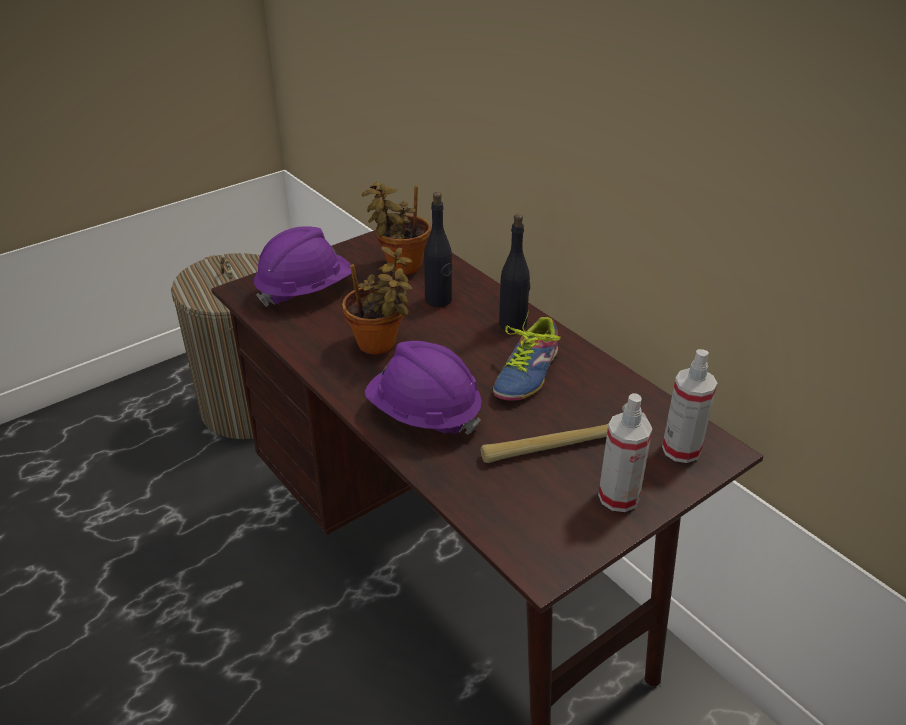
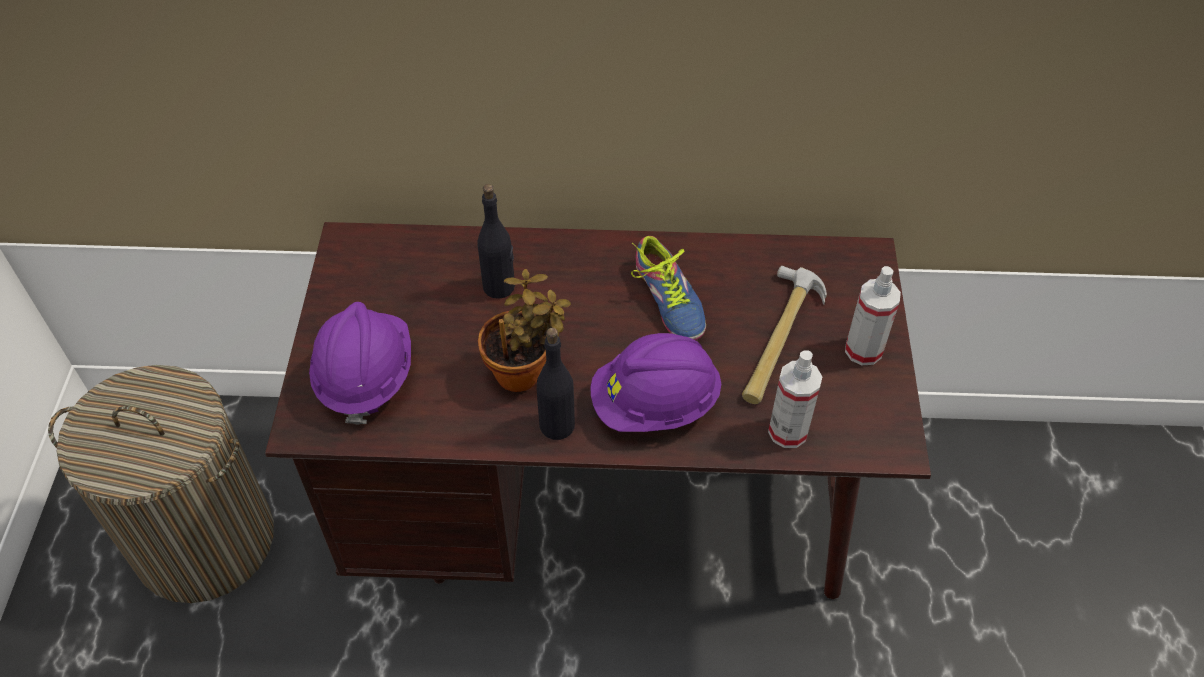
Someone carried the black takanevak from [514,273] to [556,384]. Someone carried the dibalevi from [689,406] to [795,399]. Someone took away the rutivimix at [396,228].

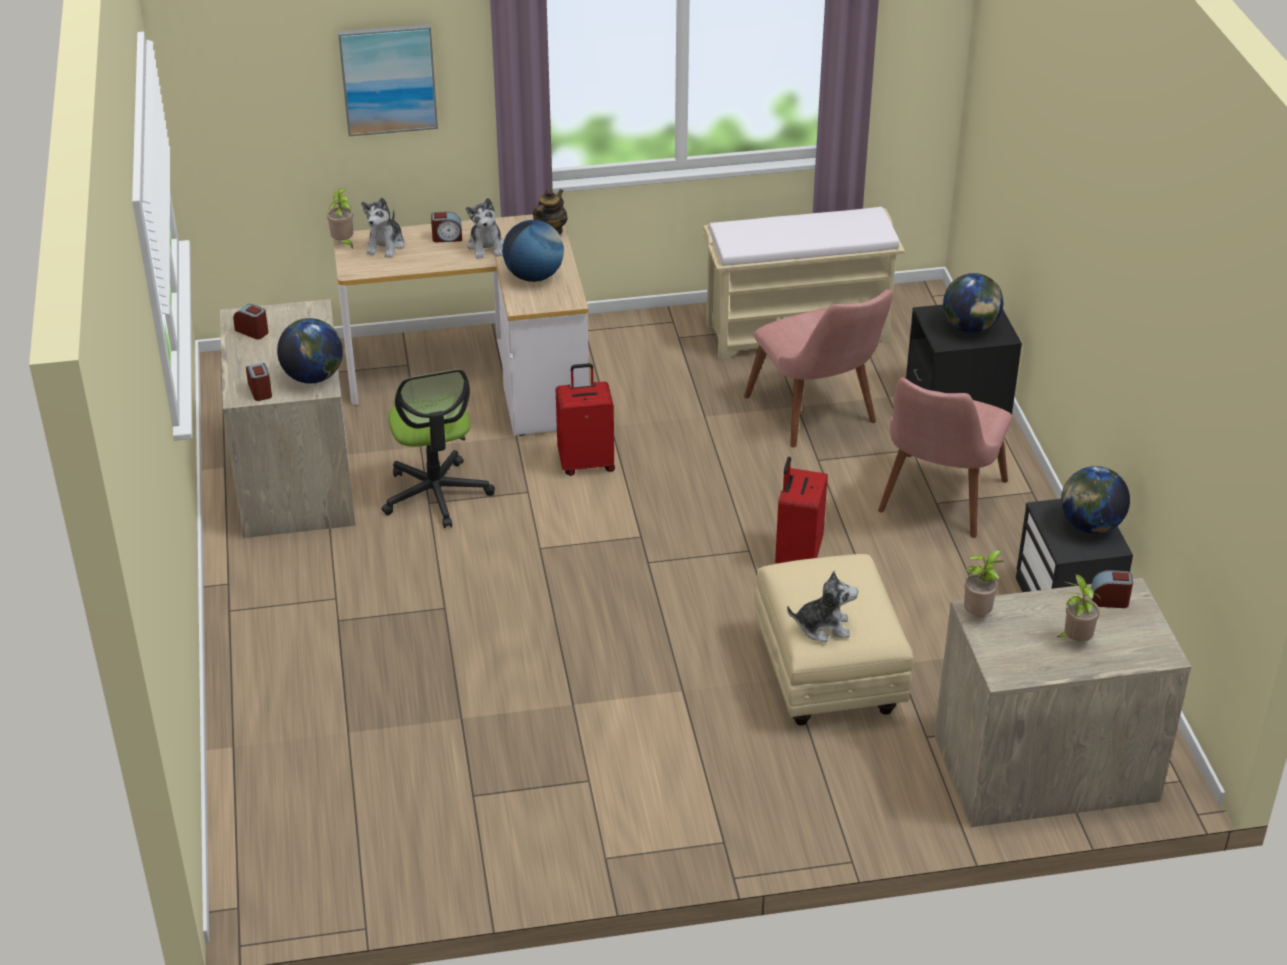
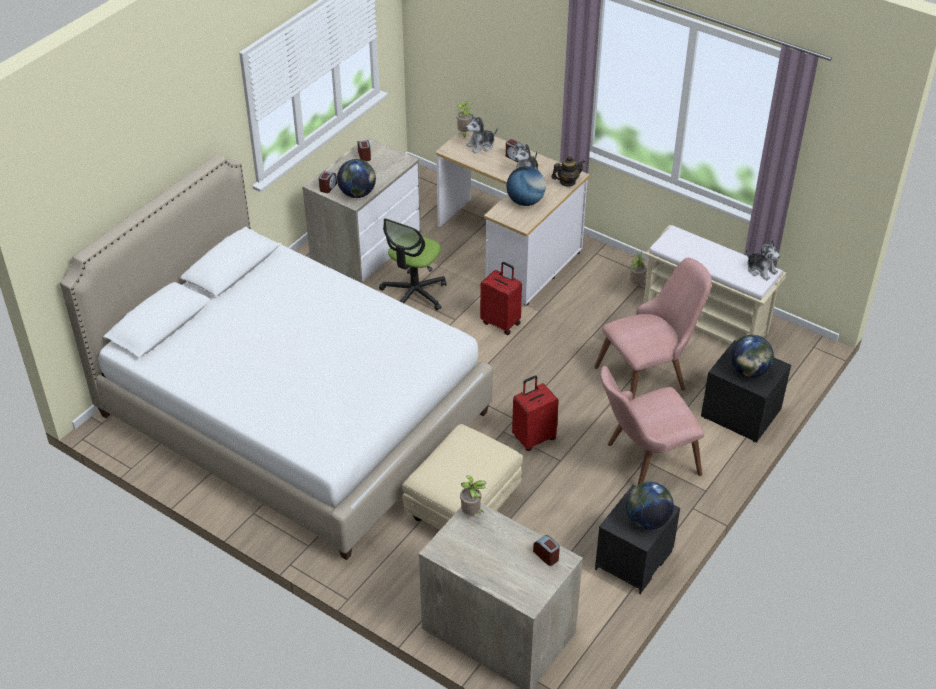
Someone put down the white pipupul at [276,357]. Someone rotated the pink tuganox at [818,368] by 135 degrees counterclockwise. Someone carried the rutivimix from [1079,608] to [638,267]. Someone carried the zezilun from [822,606] to [763,260]. Someone took away the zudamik at [388,80].

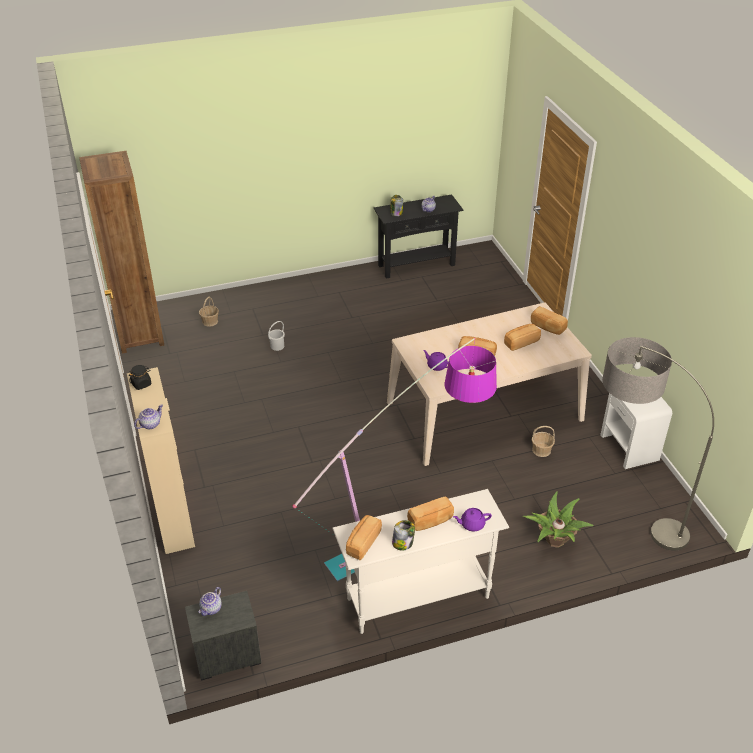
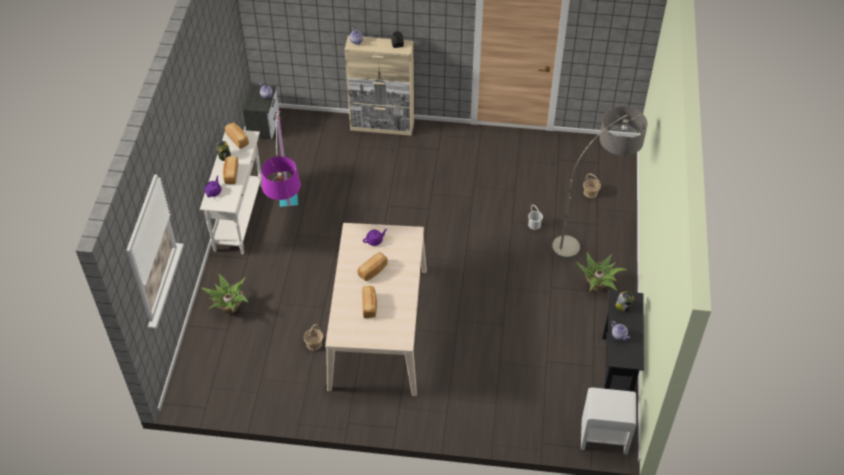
Someone carried the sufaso from [658,444] to [600,182]. Someone put down the rutivimix at [601,271]. Someone carried the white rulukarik from [636,431] to [608,421]. Someone took away the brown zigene at [121,252]. Someone took away the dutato at [549,320].

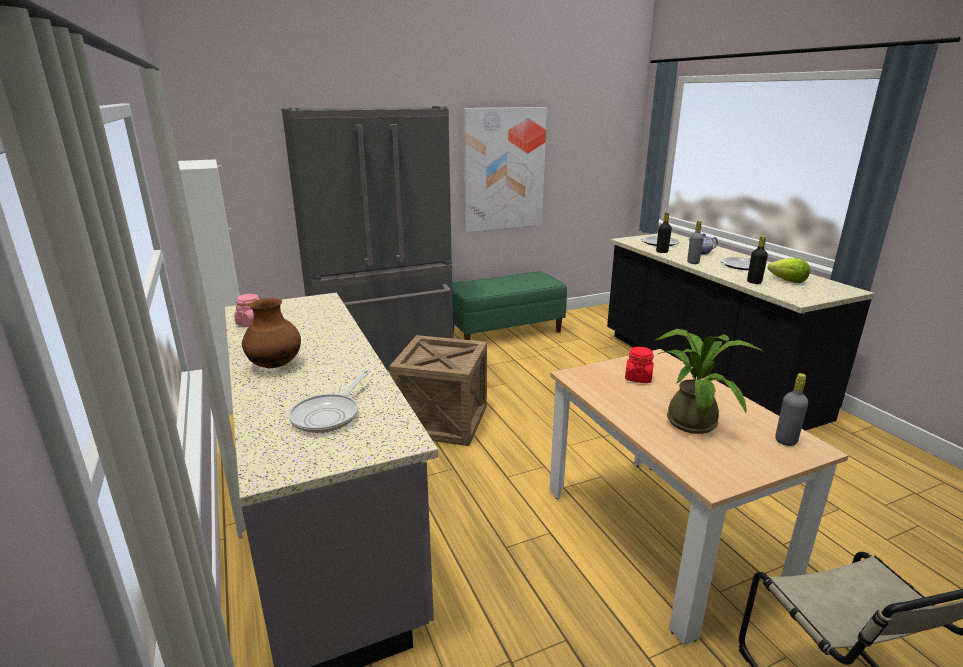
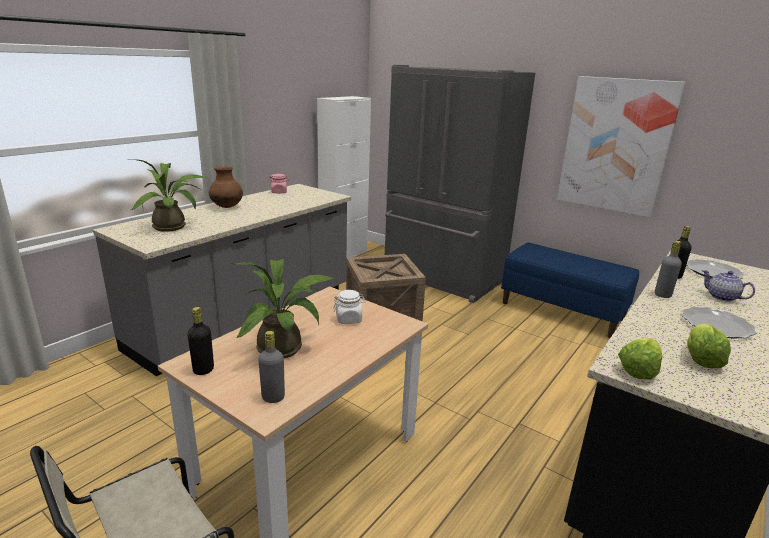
Someone swapped the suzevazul at [330,401] for the rutivimix at [167,195]. Someone carried the black takanevak from [757,260] to [201,341]. Someone repainted the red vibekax at [639,365], which became the white vibekax at [349,307]. Someone repainted the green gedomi at [509,305], which became the blue gedomi at [570,290]. Someone put down the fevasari at [640,358].

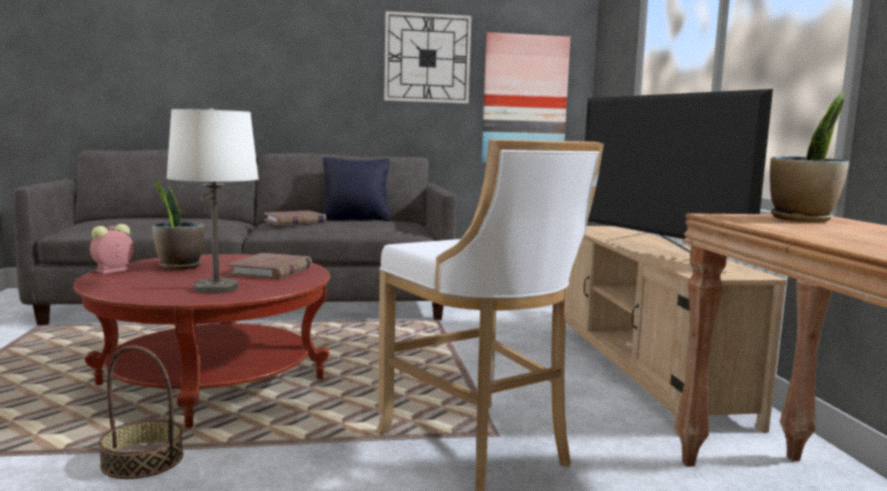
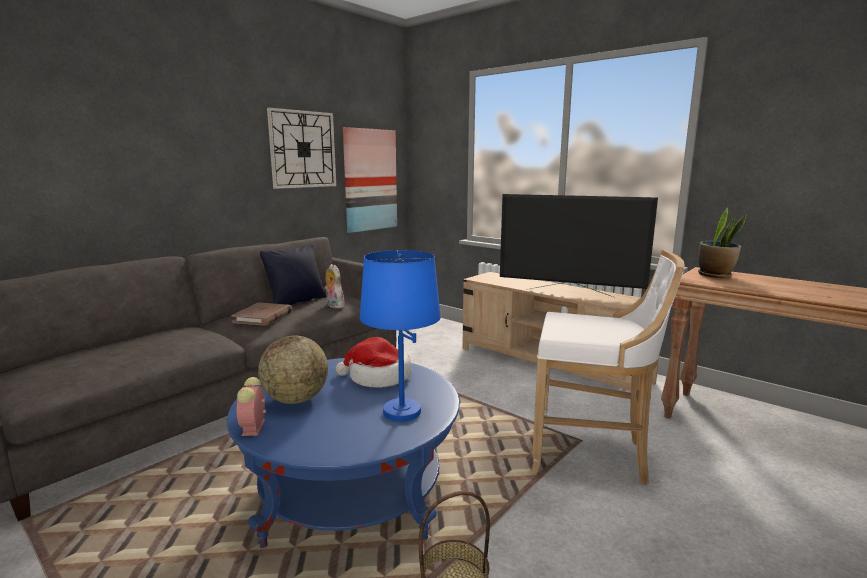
Someone repainted the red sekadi at [202,341], which became the blue sekadi at [343,453]. Someone swapped the rutivimix at [178,223] for the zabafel at [293,369]. Someone put down the zezilun at [334,286]. Someone swapped the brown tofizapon at [270,266] for the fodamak at [374,362]. Someone repainted the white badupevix at [212,201], which became the blue badupevix at [400,335].

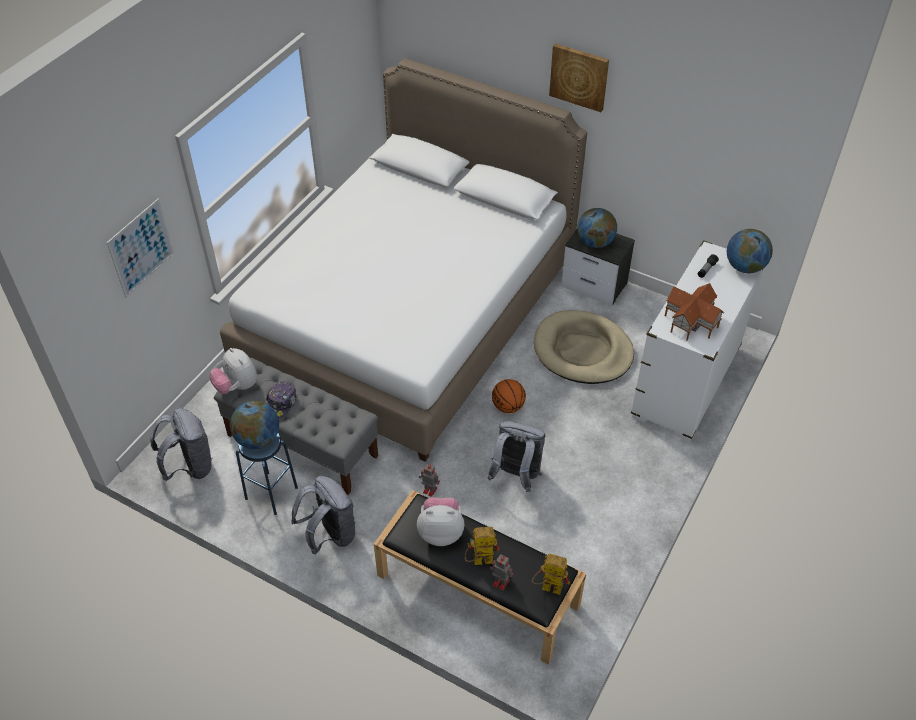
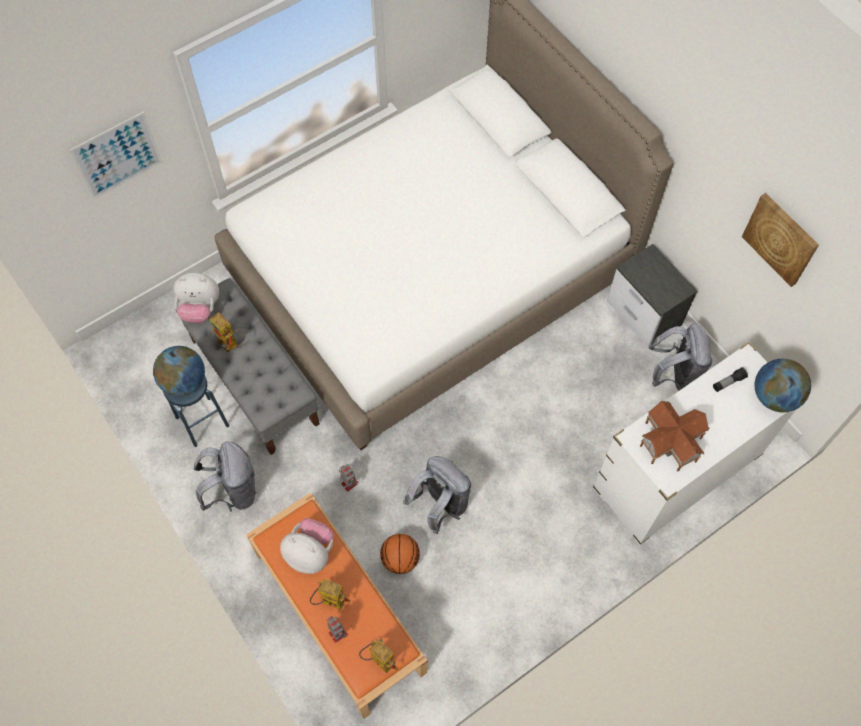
Someone rotated the zezilun at [234,371] by 75 degrees counterclockwise. Someone swapped the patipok at [281,399] for the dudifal at [227,332]. Someone repainted the black gedomi at [480,577], which became the orange gedomi at [337,605]. Someone carried the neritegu from [509,396] to [400,554]. Someone carried the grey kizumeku from [181,444] to [680,357]. Someone carried the zudamik from [579,77] to [780,240]. Someone took away the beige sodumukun at [584,347]. Someone took away the zabafel at [597,228].

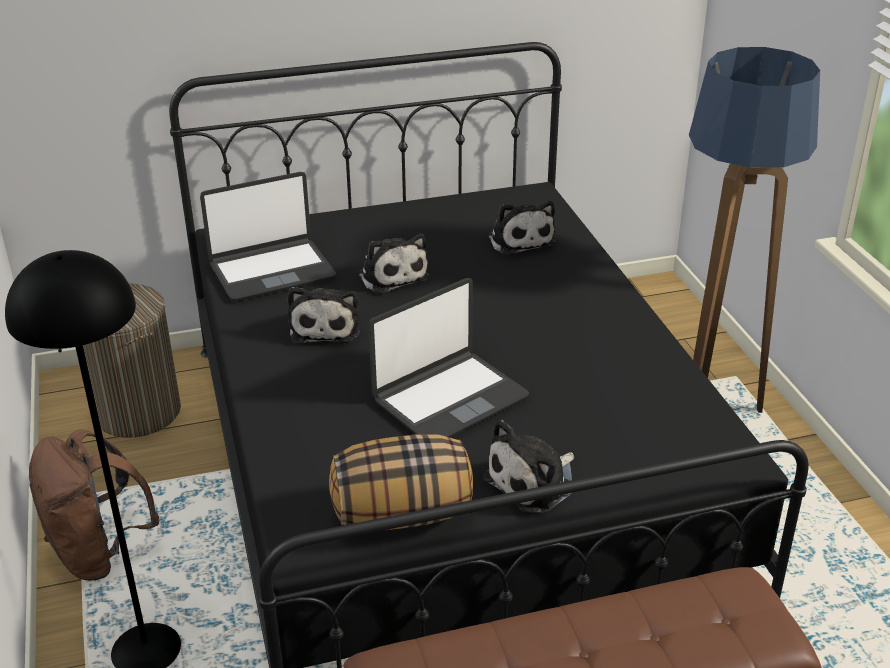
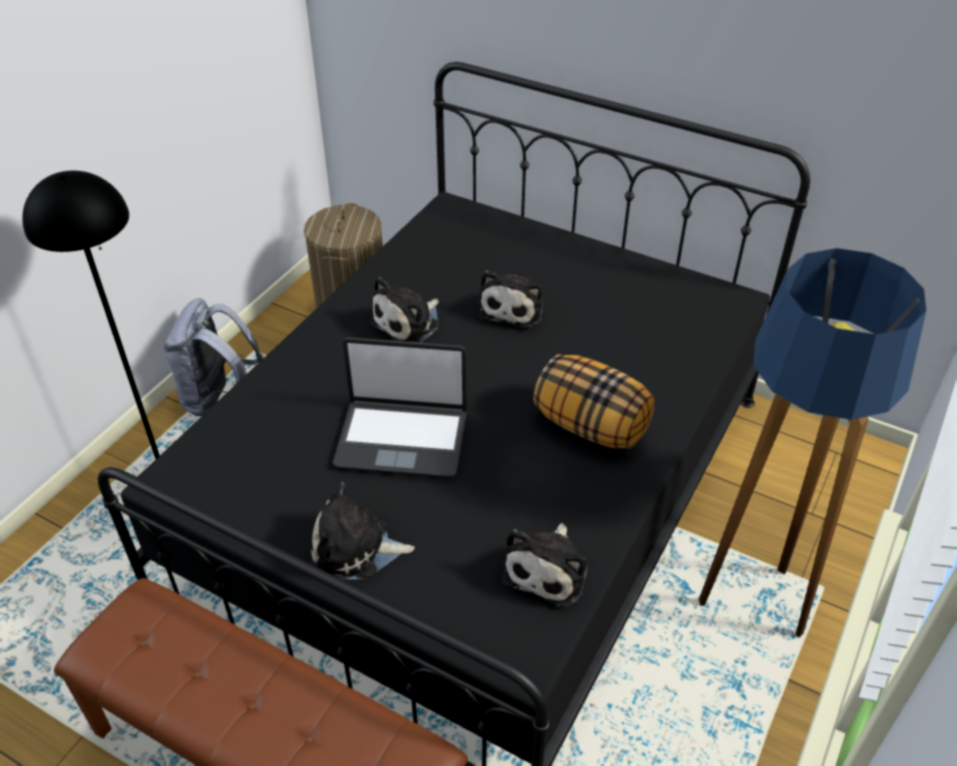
Someone repainted the brown kizumeku at [94,504], which became the grey kizumeku at [213,357]. Someone carried the zezilun from [521,228] to [545,565]. Someone carried the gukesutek from [401,482] to [594,401]. Someone took away the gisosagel at [268,237].

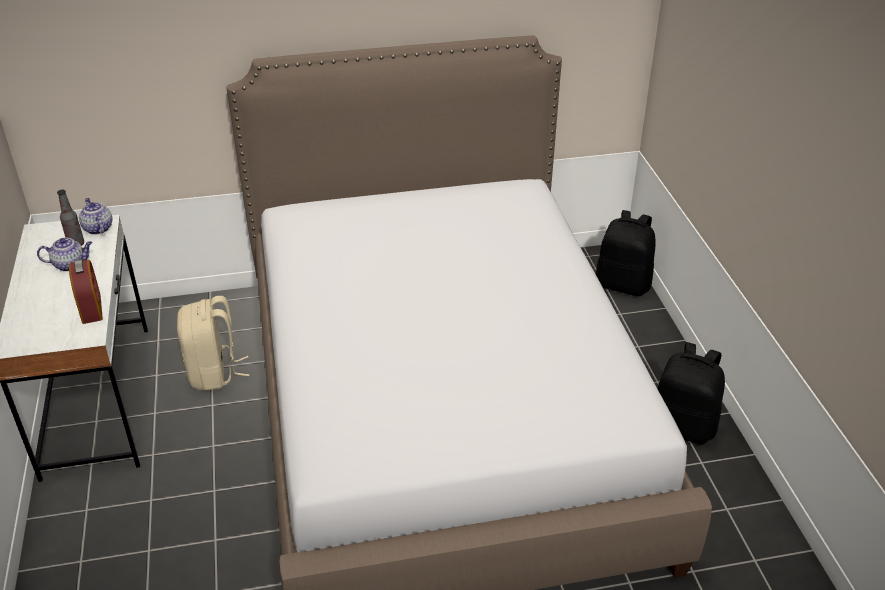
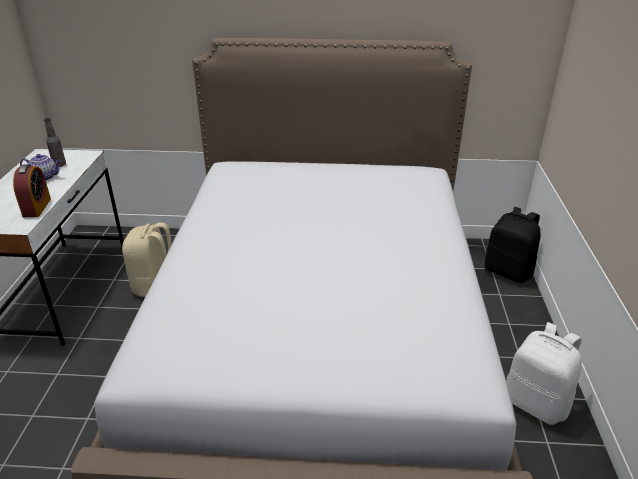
Someone repainted the black kizumeku at [691,393], which became the white kizumeku at [544,373]. Someone took away the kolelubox at [95,216].

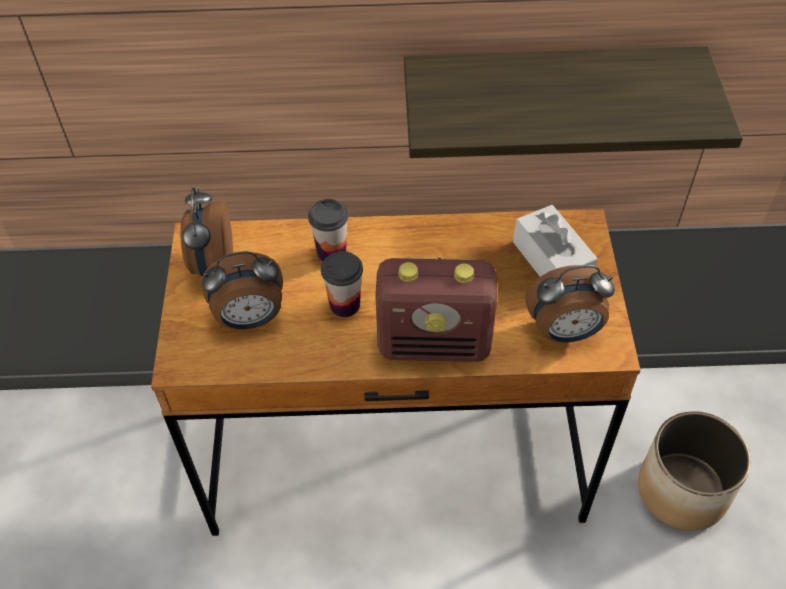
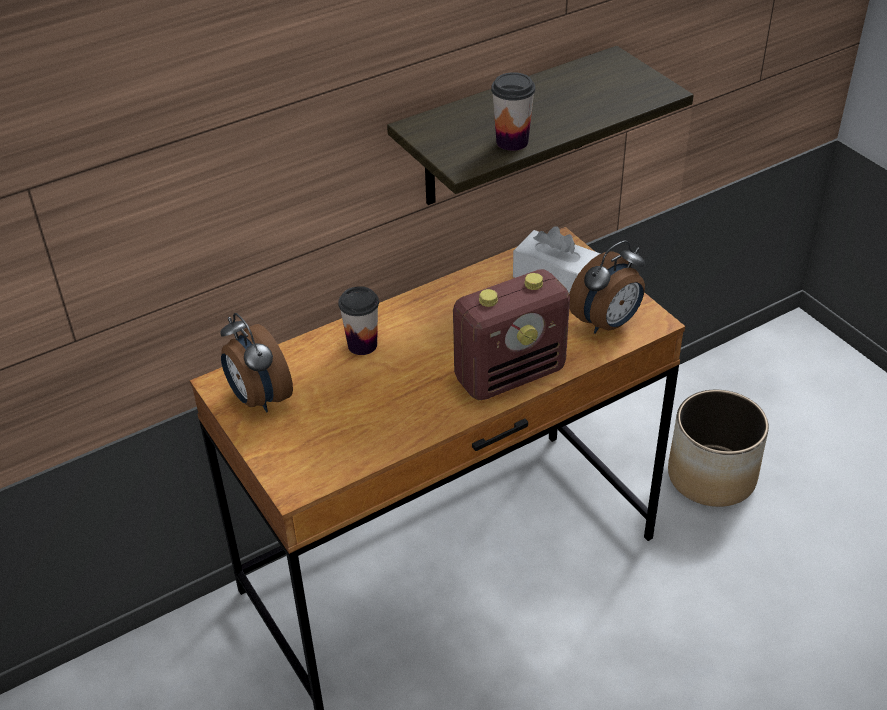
Someone carried the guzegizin from [342,284] to [513,111]. Someone took away the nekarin at [242,290].

